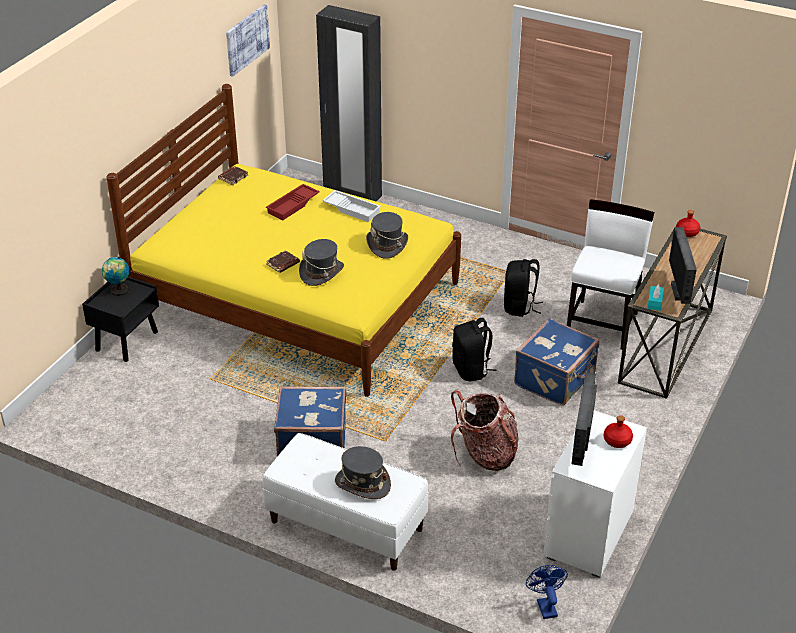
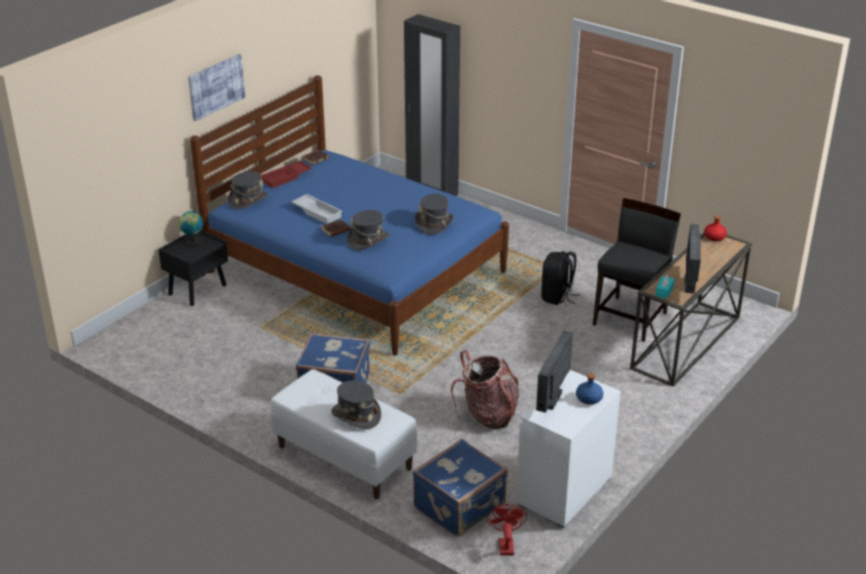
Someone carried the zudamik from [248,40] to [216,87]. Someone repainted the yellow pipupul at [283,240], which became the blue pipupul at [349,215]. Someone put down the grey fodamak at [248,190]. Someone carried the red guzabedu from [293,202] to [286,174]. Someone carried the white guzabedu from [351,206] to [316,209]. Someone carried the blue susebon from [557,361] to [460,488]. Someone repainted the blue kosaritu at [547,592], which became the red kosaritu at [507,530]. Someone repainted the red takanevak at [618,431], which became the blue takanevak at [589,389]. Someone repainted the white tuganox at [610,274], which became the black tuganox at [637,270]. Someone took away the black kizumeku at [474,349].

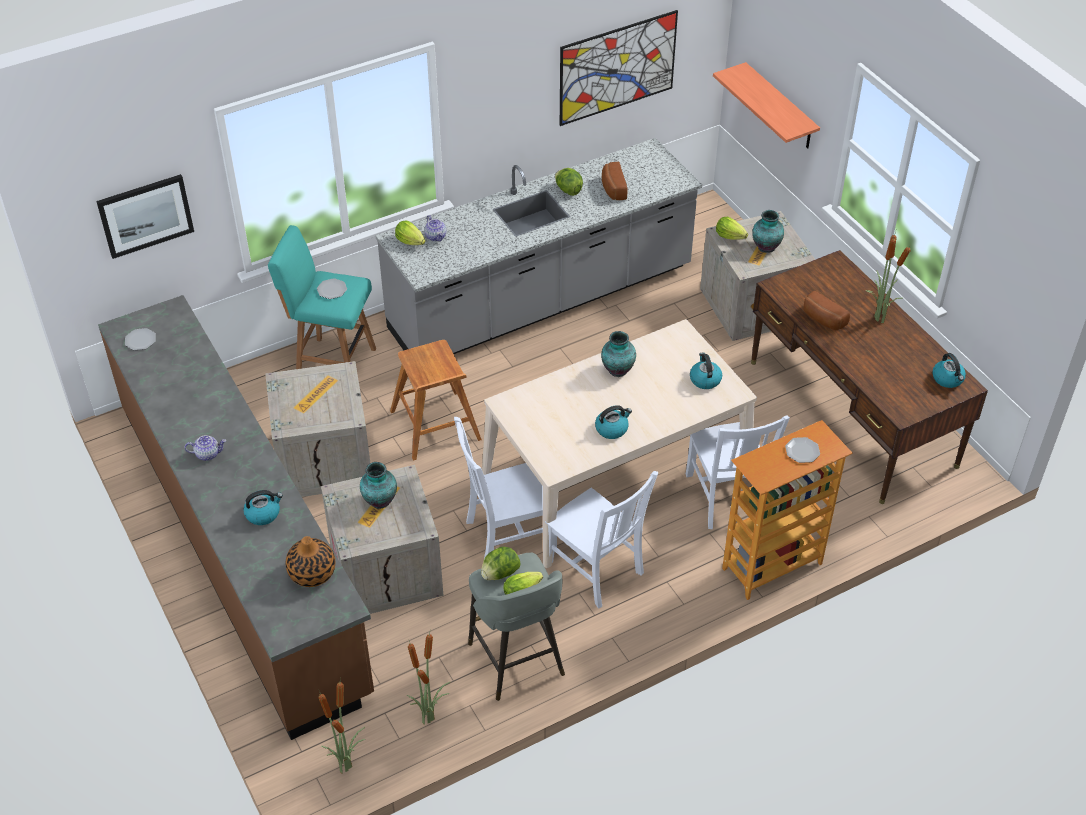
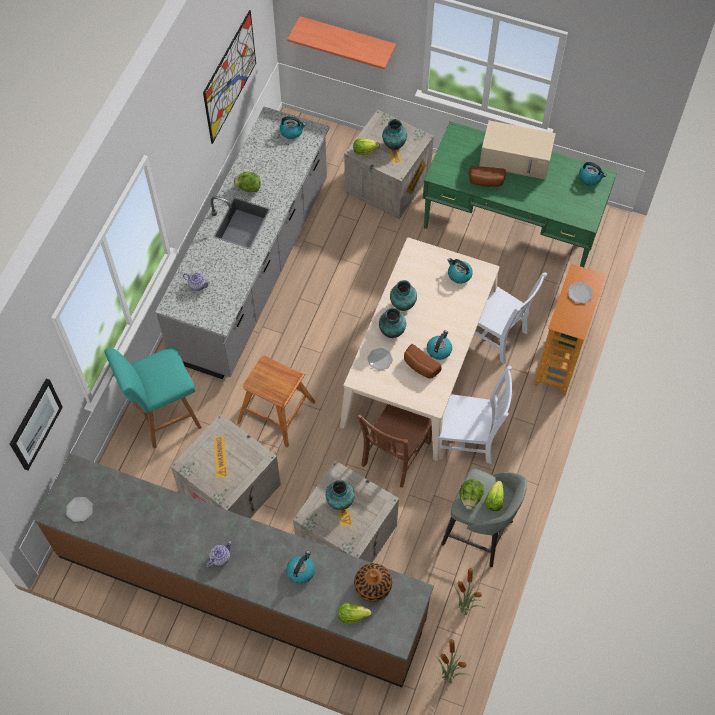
Someone put down the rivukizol at [293,127]. Someone carried the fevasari from [410,233] to [355,613]. Someone repainted the white tuganox at [506,488], which became the brown tuganox at [394,446]. Someone carried the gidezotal from [332,288] to [380,359]. Someone put down the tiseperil at [392,323]. Someone carried the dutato from [614,181] to [423,361]. Someone repainted the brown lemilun at [869,377], which became the green lemilun at [520,194]. Someone swapped the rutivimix at [889,275] for the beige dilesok at [517,150].

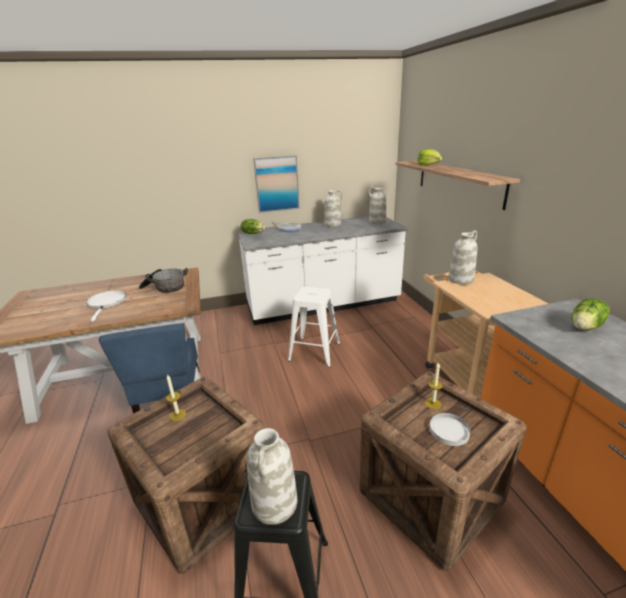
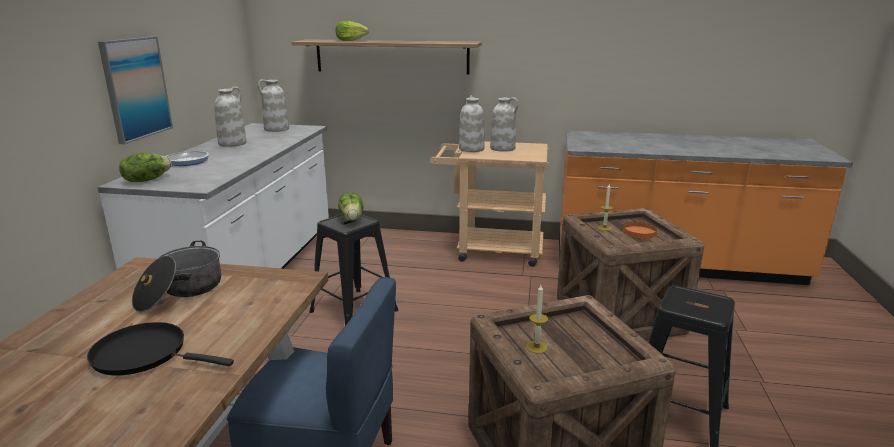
Someone repainted the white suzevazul at [106,305], which became the black suzevazul at [160,348]. Someone repainted the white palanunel at [314,327], which became the black palanunel at [354,270]. Someone carried the fevasari from [591,314] to [351,206]. Someone carried the white tiseperil from [272,476] to [504,124]. Someone repainted the white gidezotal at [450,429], which became the orange gidezotal at [640,230].

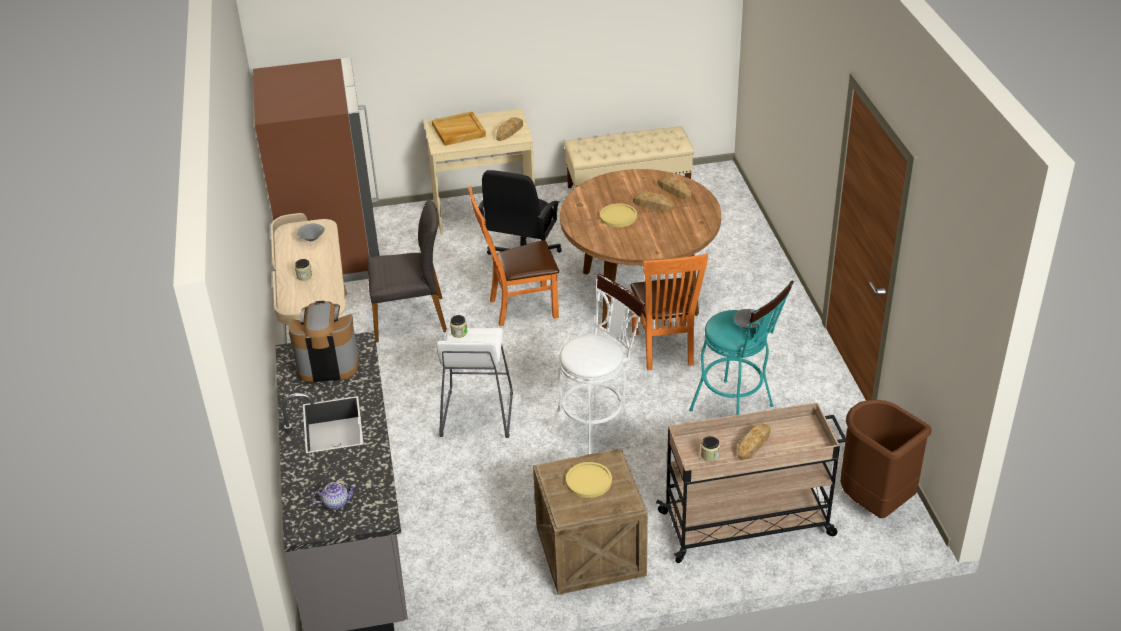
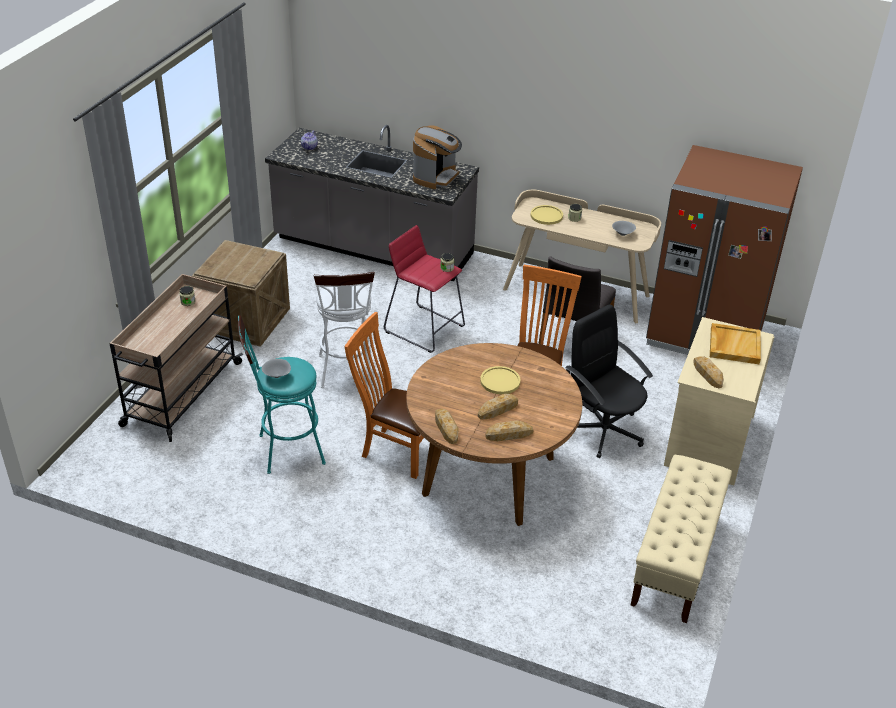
Someone repainted the white palanunel at [474,382], which became the red palanunel at [424,289]. Someone carried the dutato from [754,441] to [446,426]. Someone carried the yellow gidezotal from [589,480] to [547,215]. Someone took away the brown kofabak at [885,458].

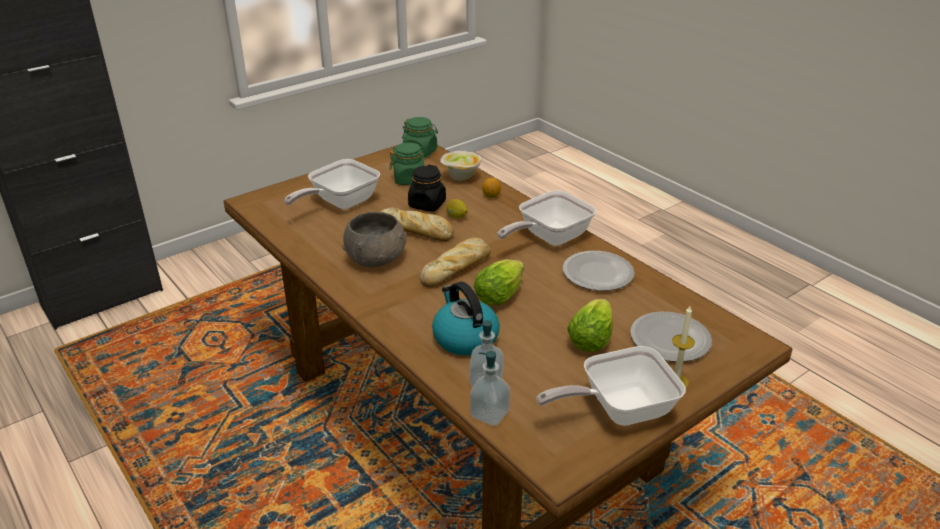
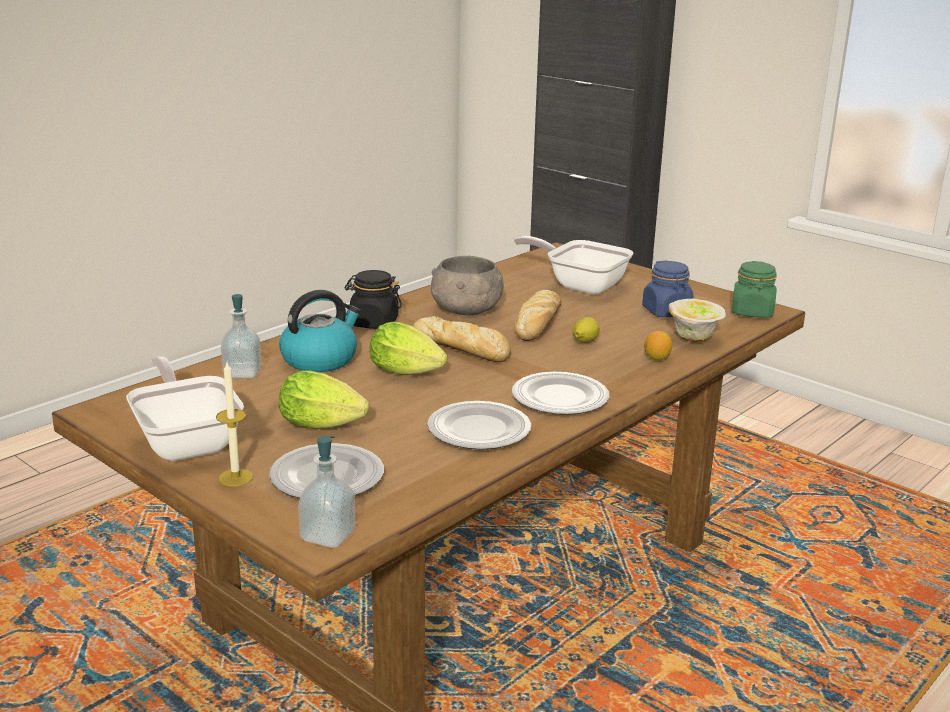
Someone carried the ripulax from [490,388] to [326,492]. Someone carried the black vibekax from [427,188] to [373,299]. Someone swapped the suzevazul at [547,218] for the gidezotal at [561,393]. Someone repainted the green vibekax at [409,163], which became the blue vibekax at [668,288].

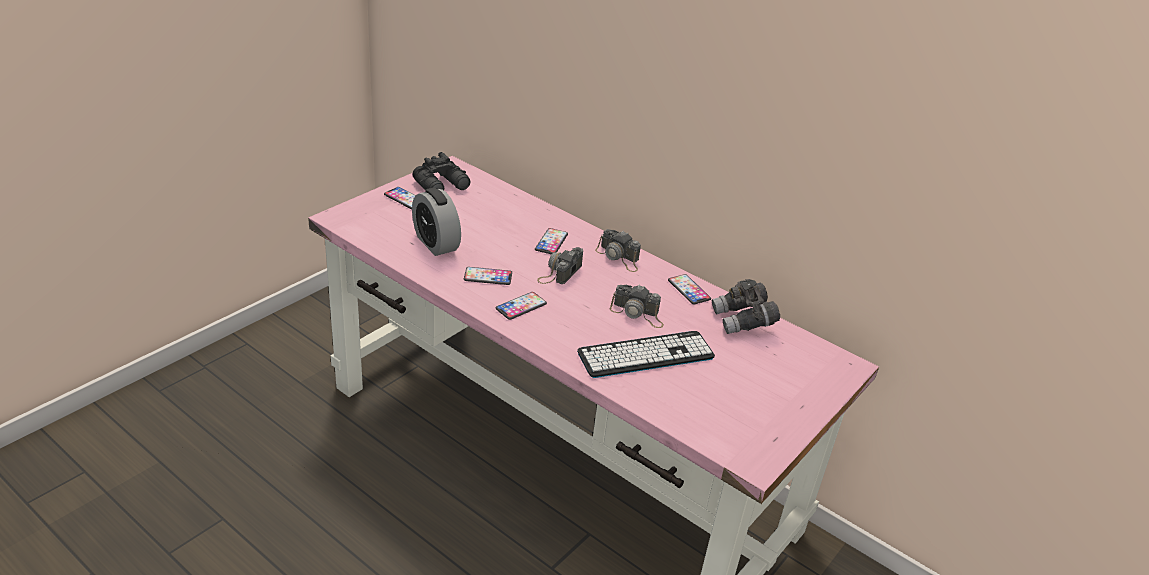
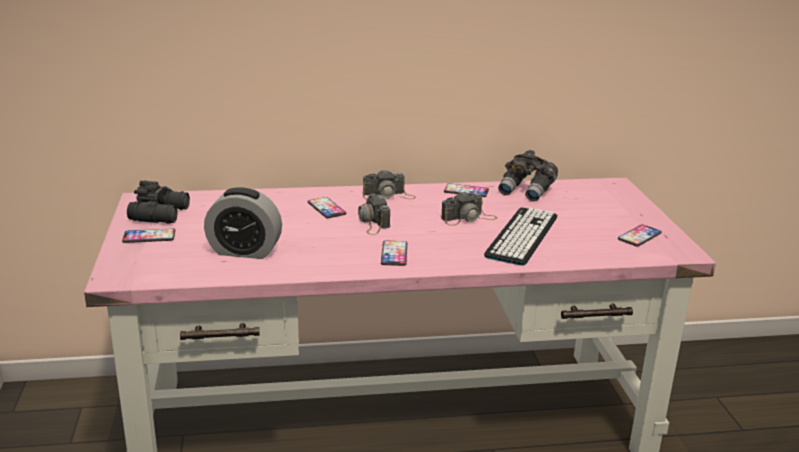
Someone carried the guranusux from [488,276] to [640,235].

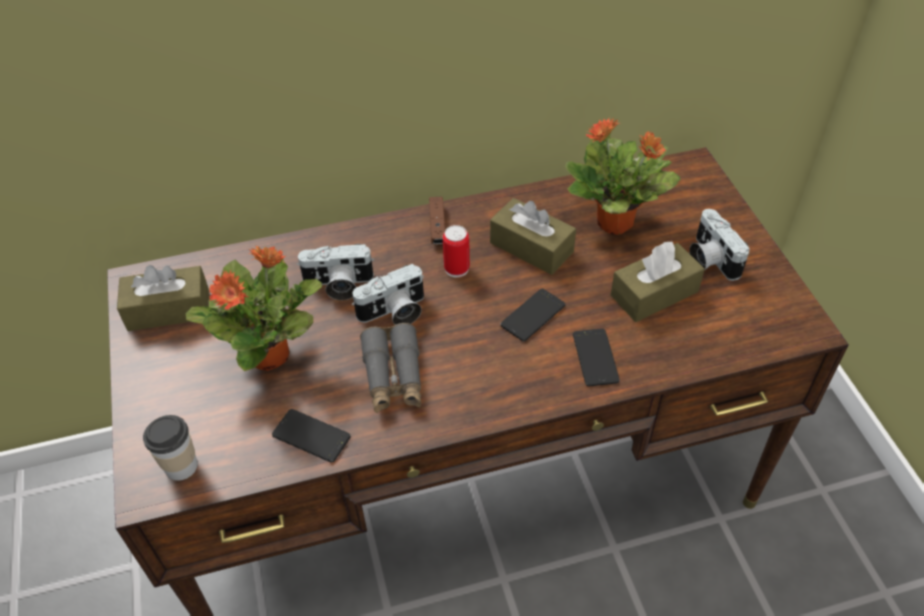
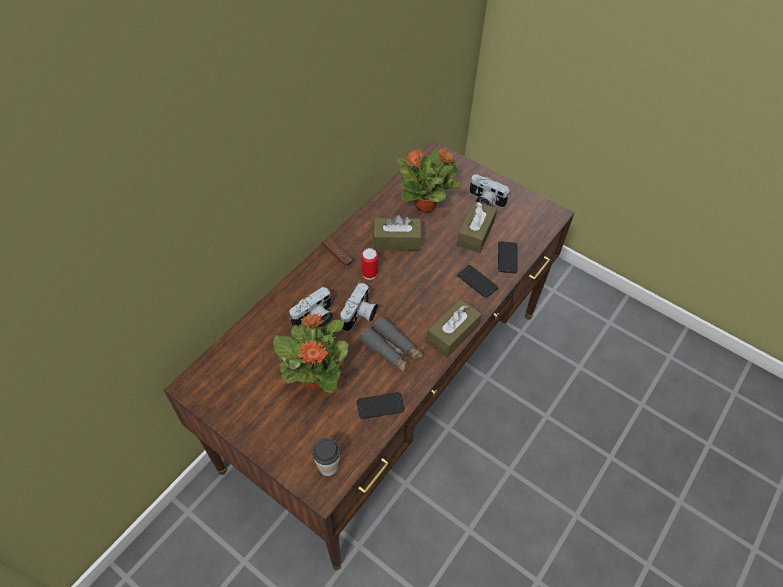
Someone carried the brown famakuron from [163,298] to [454,328]. Someone carried the guranusux from [532,315] to [508,257].

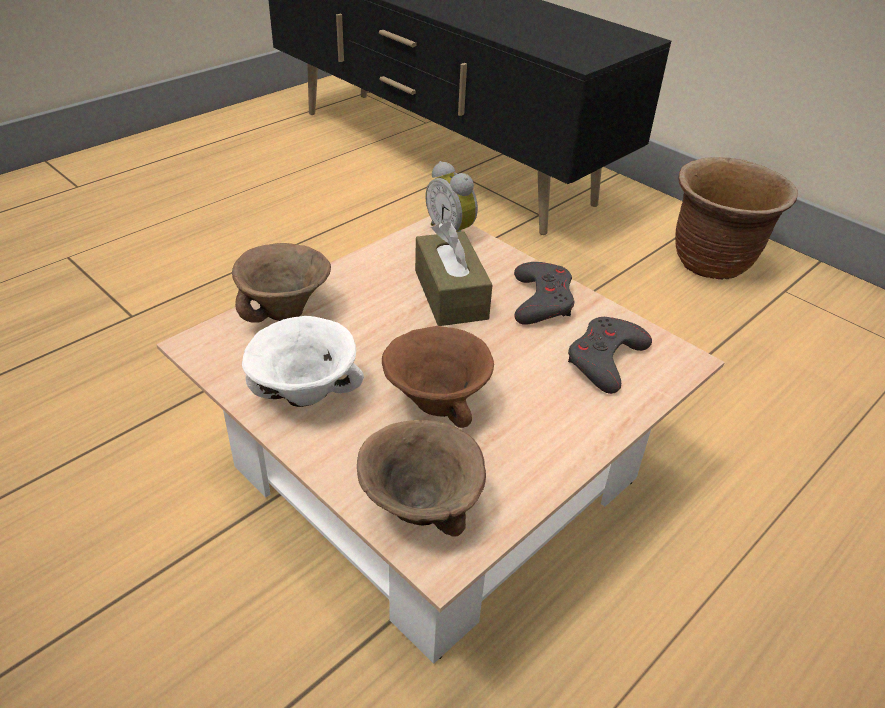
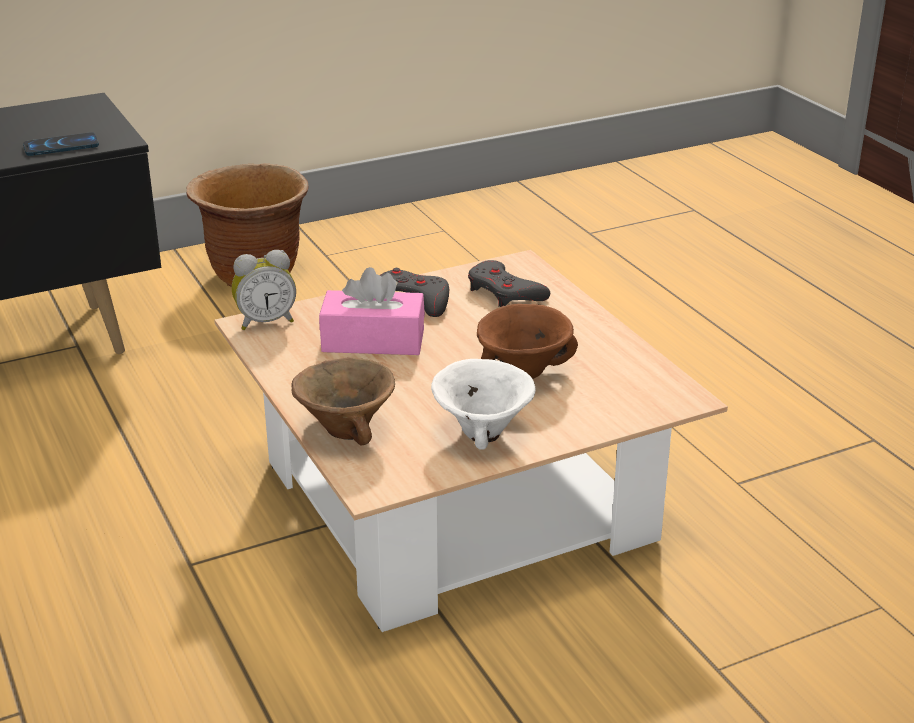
Someone put down the guranusux at [61,144]. Someone repainted the brown famakuron at [454,274], which became the pink famakuron at [372,311]. Someone took away the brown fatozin at [421,478].

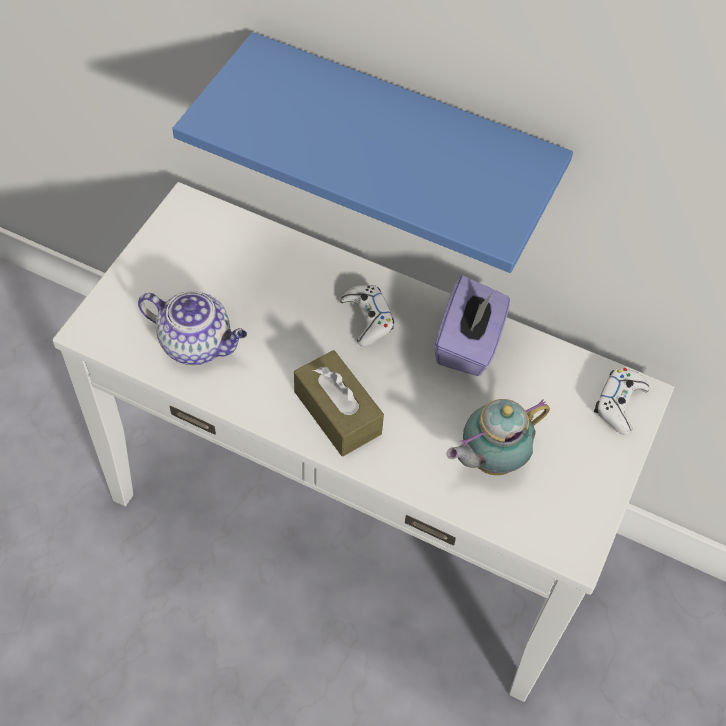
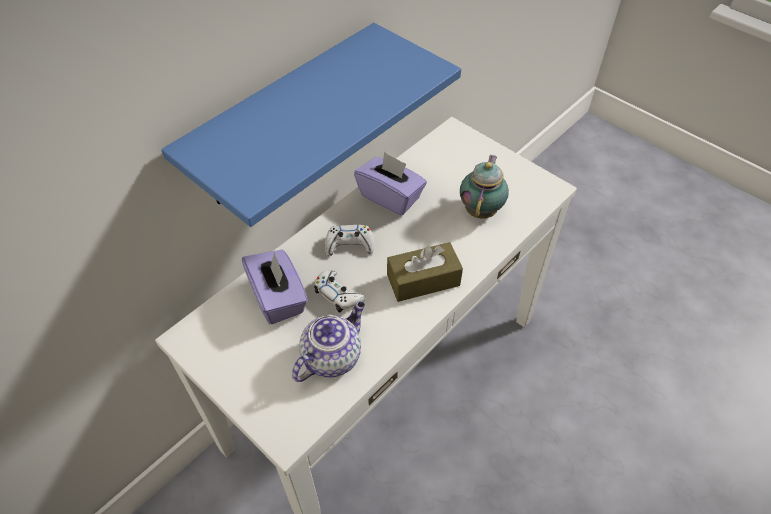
Someone put down the purple famakuron at [275,287]. Someone carried the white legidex from [621,401] to [339,291]. Someone rotated the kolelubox at [498,437] by 150 degrees counterclockwise.

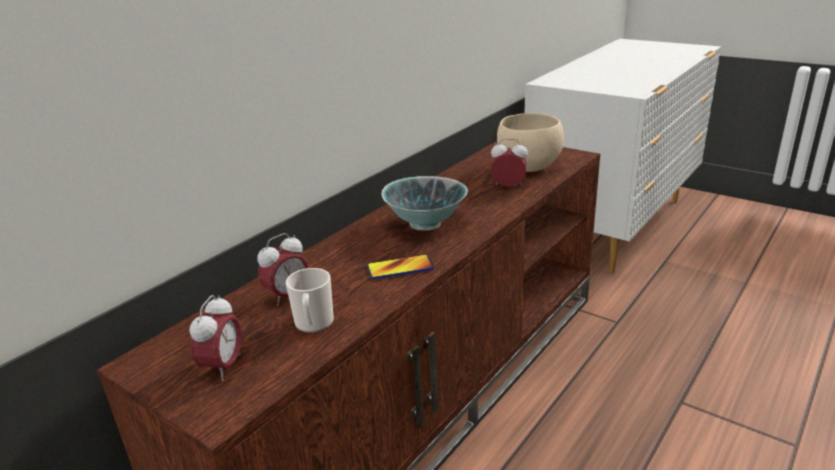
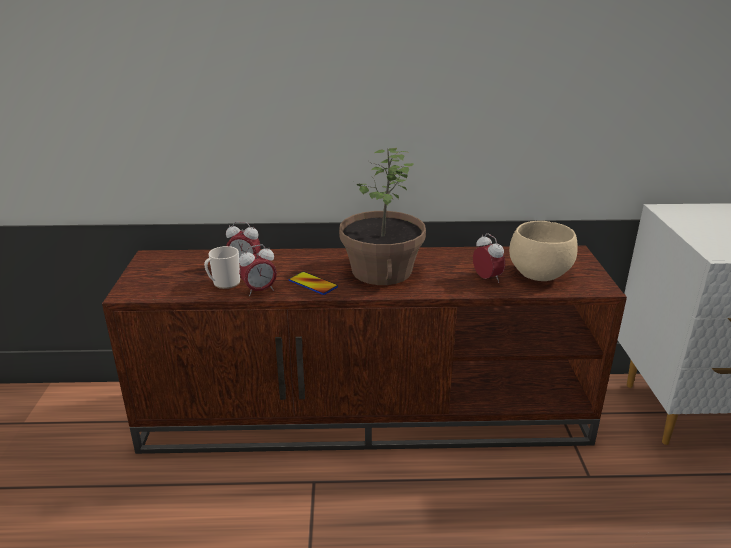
Someone carried the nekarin from [215,338] to [258,270]. Someone swapped the fatozin at [425,203] for the rutivimix at [382,216].

